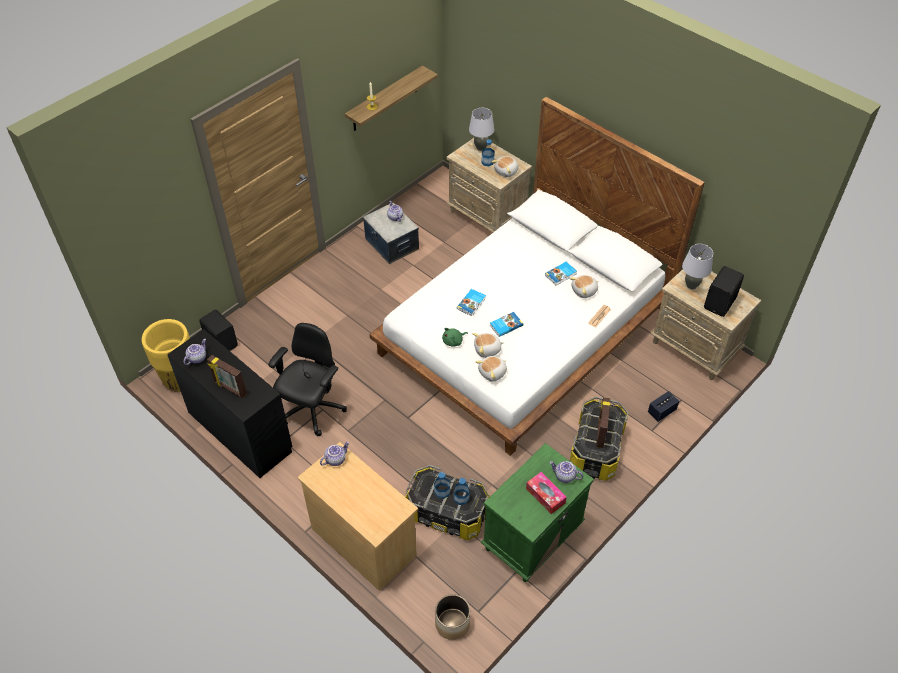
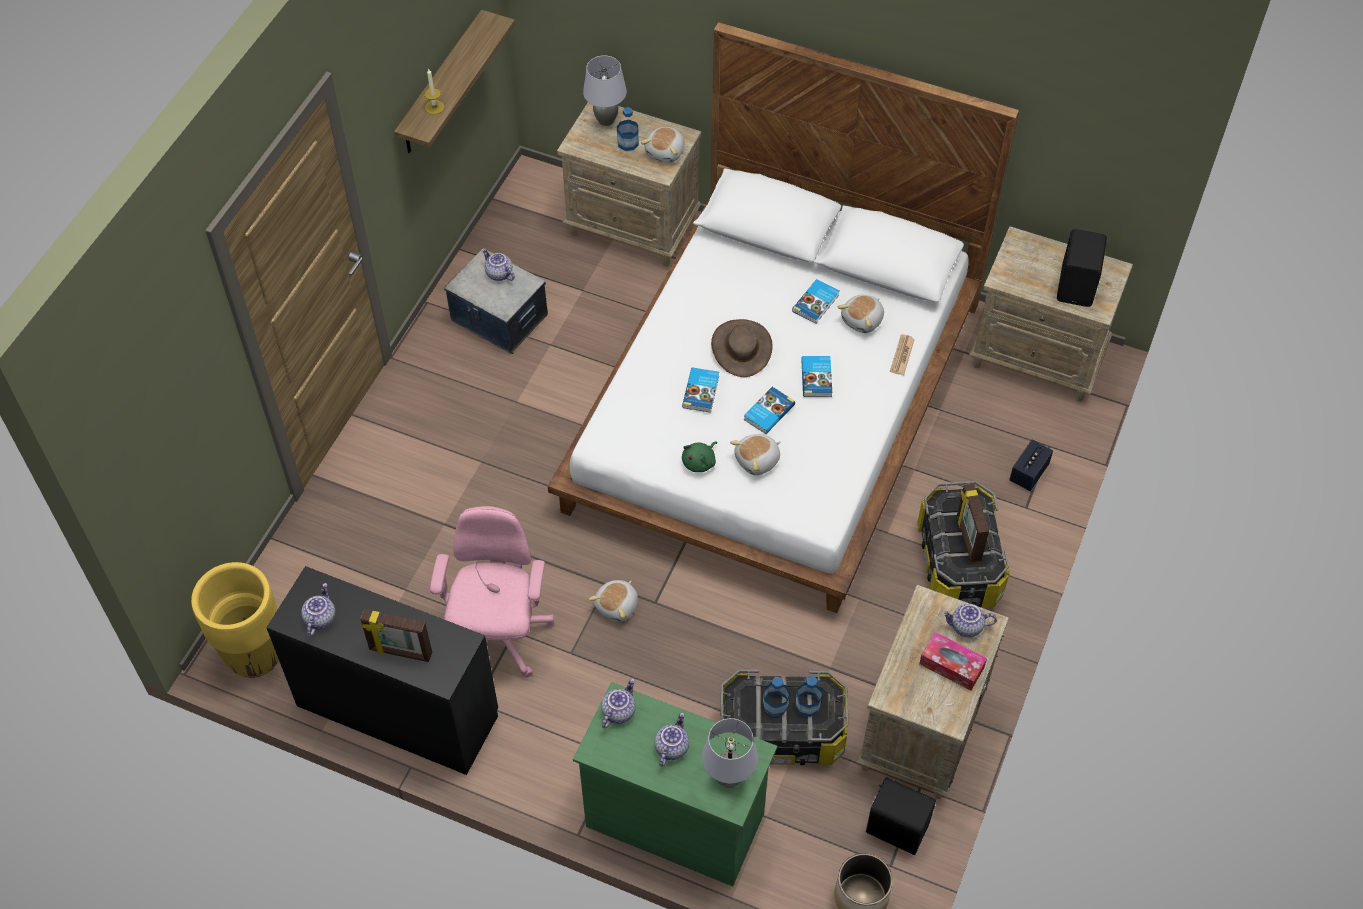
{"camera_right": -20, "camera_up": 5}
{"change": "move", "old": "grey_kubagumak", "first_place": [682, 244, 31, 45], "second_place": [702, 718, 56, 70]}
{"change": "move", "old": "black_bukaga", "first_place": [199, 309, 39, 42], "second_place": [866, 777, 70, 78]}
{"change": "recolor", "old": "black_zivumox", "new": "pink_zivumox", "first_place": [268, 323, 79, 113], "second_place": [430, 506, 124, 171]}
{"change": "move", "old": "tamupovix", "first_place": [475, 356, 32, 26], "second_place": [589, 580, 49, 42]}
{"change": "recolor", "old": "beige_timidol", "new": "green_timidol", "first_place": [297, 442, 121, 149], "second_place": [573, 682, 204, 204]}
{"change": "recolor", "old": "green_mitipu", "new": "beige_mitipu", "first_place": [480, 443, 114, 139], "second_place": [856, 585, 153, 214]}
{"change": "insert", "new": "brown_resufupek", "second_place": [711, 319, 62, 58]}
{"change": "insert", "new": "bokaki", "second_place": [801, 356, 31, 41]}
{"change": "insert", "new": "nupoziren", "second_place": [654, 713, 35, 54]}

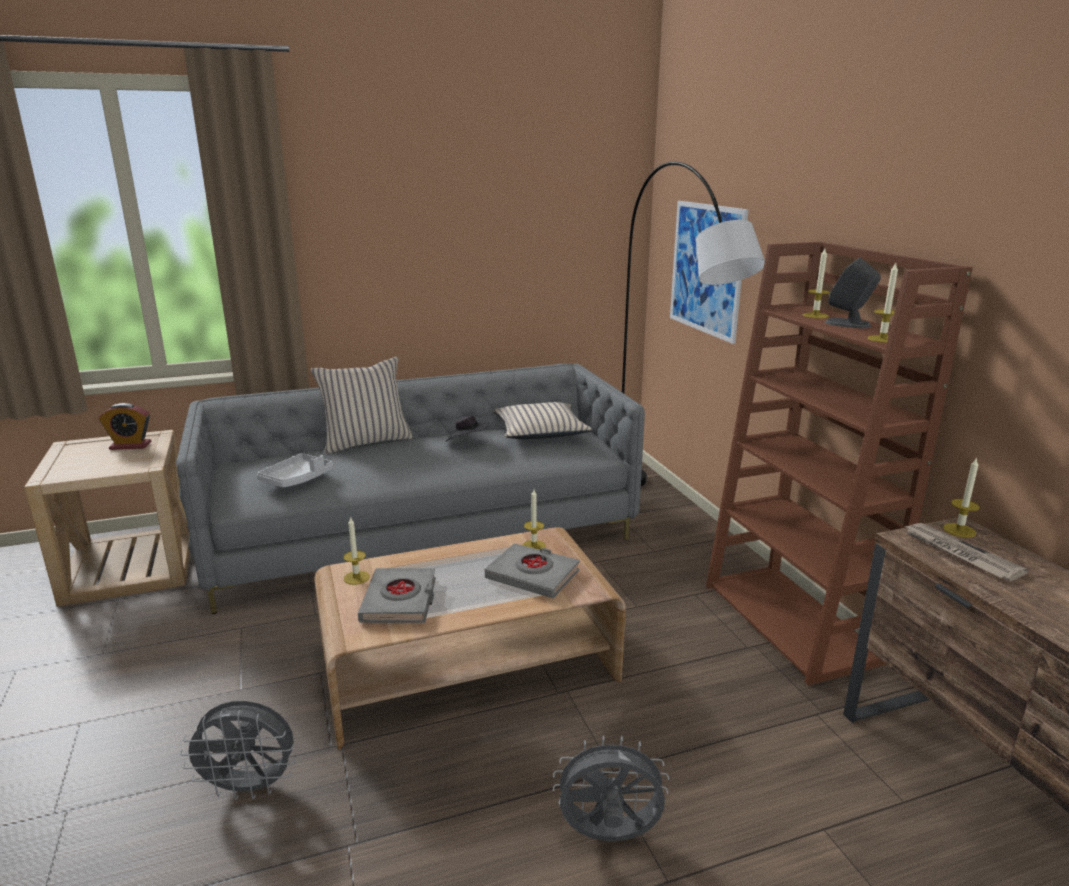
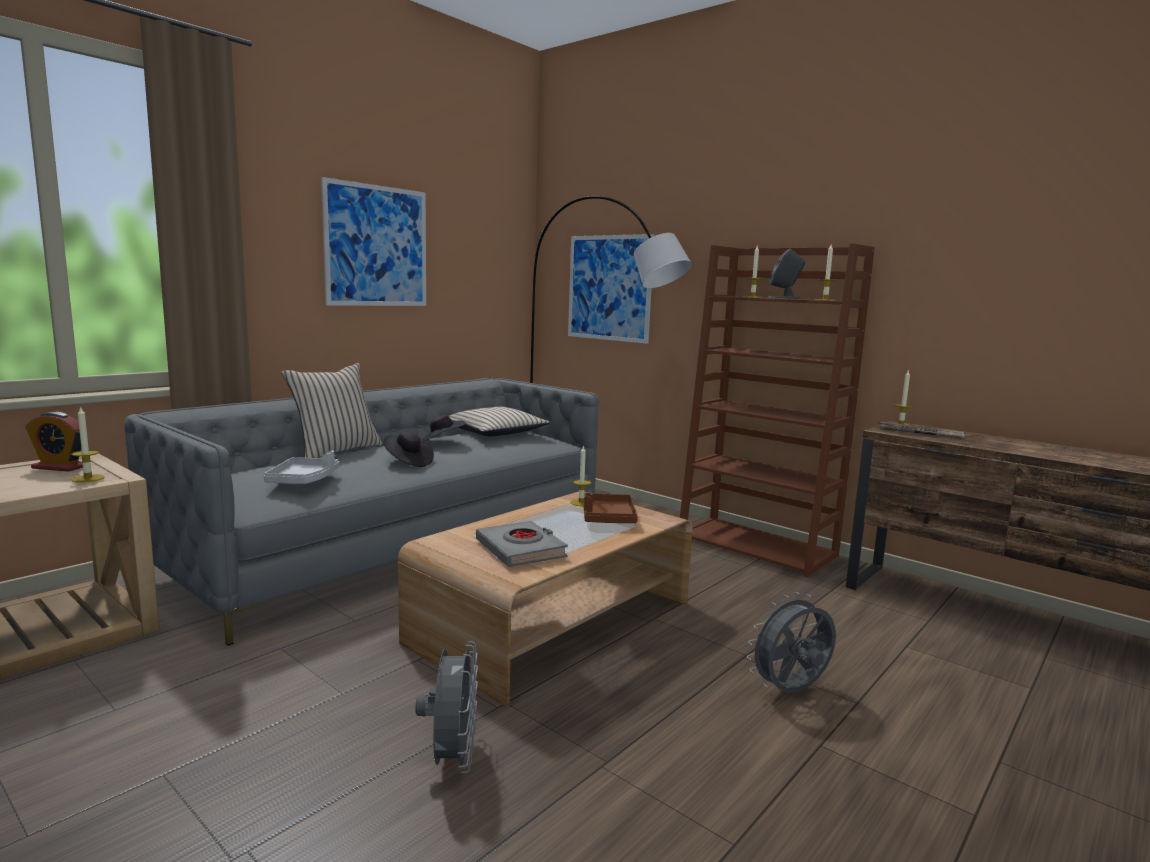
{"camera_right": -30, "camera_up": -10}
{"change": "rotate", "old": "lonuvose", "first_place": [99, 403, 52, 47], "second_place": [25, 412, 58, 60], "degrees": 45}
{"change": "move", "old": "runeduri", "first_place": [343, 516, 27, 69], "second_place": [71, 406, 34, 77]}
{"change": "replace", "old": "grey_bokaki", "new": "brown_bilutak", "first_place": [485, 543, 95, 55], "second_place": [584, 492, 54, 31]}
{"change": "rotate", "old": "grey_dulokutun", "first_place": [180, 701, 116, 99], "second_place": [415, 641, 63, 132], "degrees": -60}
{"change": "insert", "new": "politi", "second_place": [321, 177, 105, 129]}
{"change": "insert", "new": "black_resufupek", "second_place": [383, 431, 51, 36]}

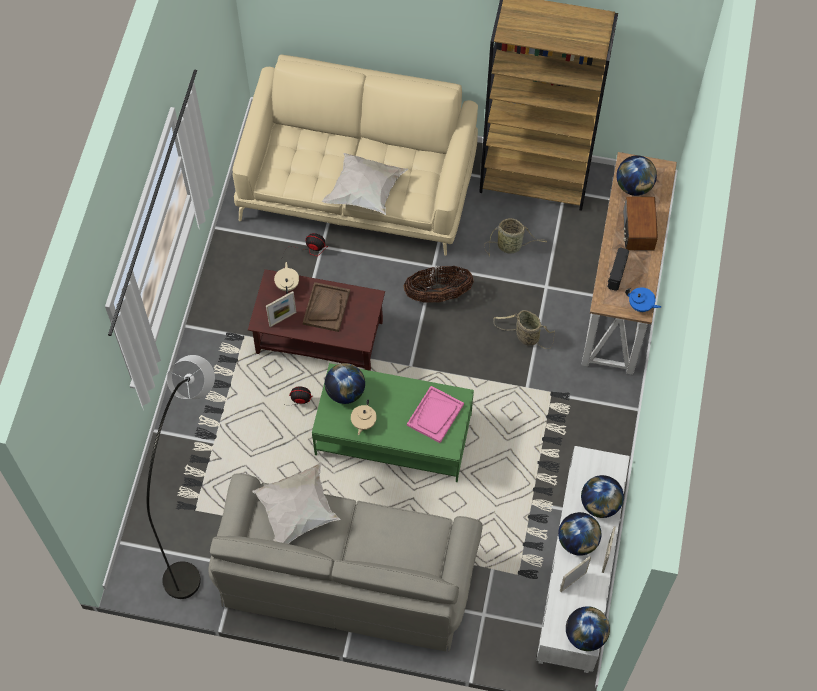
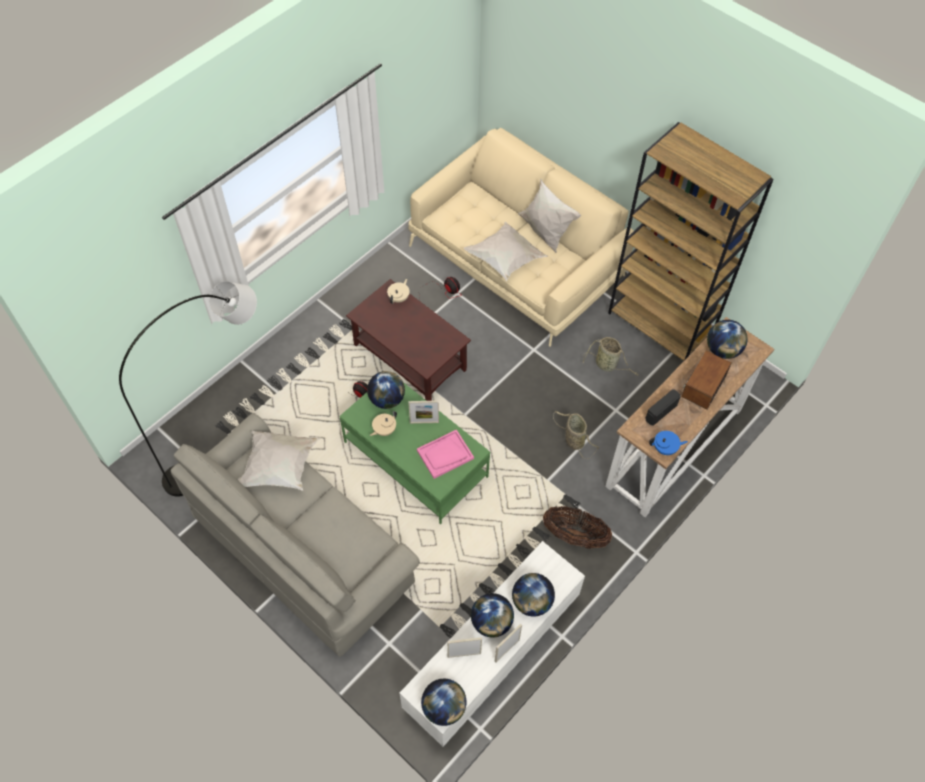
{"camera_right": 30, "camera_up": -5}
{"change": "move", "old": "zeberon", "first_place": [404, 266, 70, 37], "second_place": [543, 506, 69, 43]}
{"change": "delete", "old": "brown_bilutak", "first_place": [303, 282, 47, 50]}
{"change": "rotate", "old": "blue_nupoziren", "first_place": [625, 287, 36, 25], "second_place": [649, 431, 39, 24], "degrees": -60}
{"change": "move", "old": "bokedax", "first_place": [266, 291, 30, 36], "second_place": [408, 400, 31, 24]}
{"change": "insert", "new": "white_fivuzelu", "second_place": [518, 179, 63, 74]}

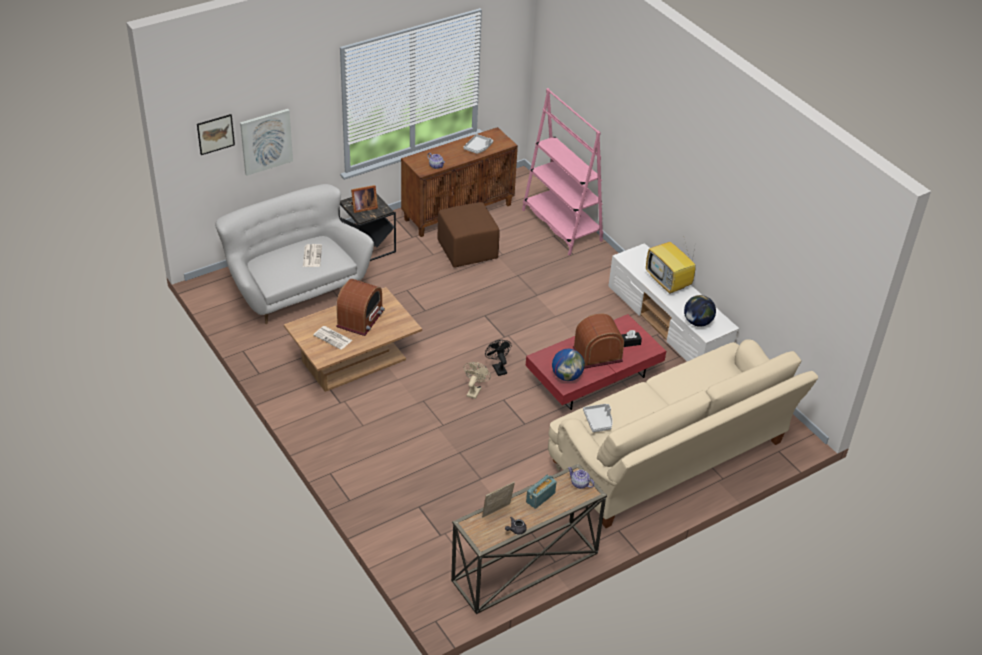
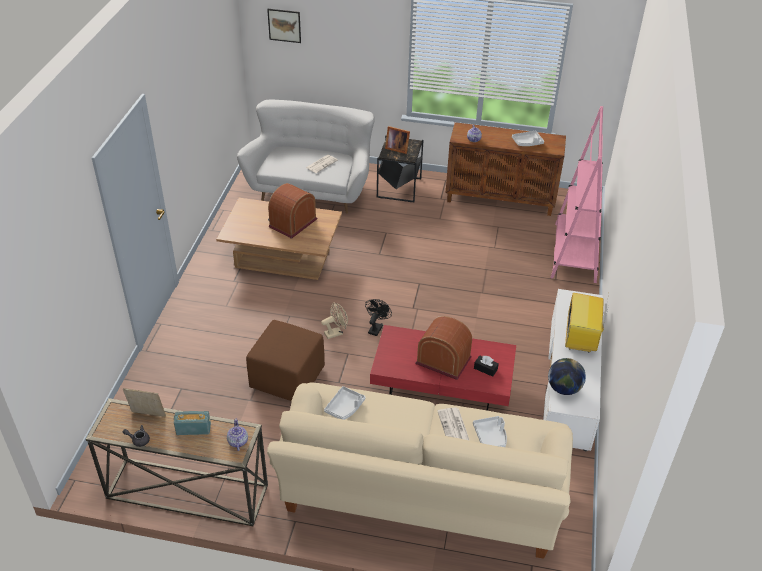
{"camera_right": 45, "camera_up": 0}
{"change": "delete", "old": "politi", "first_place": [240, 109, 53, 67]}
{"change": "move", "old": "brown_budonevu", "first_place": [438, 202, 62, 66], "second_place": [246, 320, 79, 81]}
{"change": "rotate", "old": "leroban", "first_place": [336, 279, 49, 57], "second_place": [268, 183, 49, 56], "degrees": 150}
{"change": "move", "old": "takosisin", "first_place": [313, 326, 39, 24], "second_place": [437, 407, 33, 34]}
{"change": "delete", "old": "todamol", "first_place": [552, 349, 33, 32]}
{"change": "insert", "new": "grey_bilutak", "second_place": [473, 416, 34, 31]}

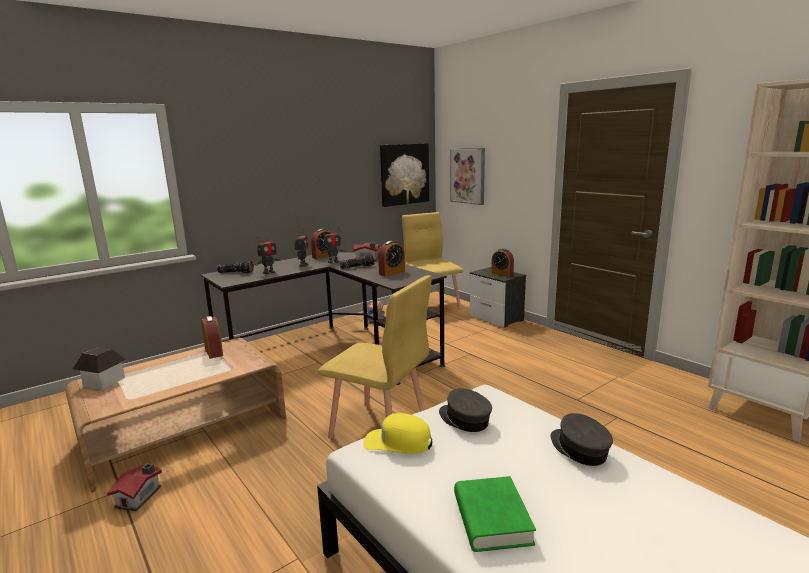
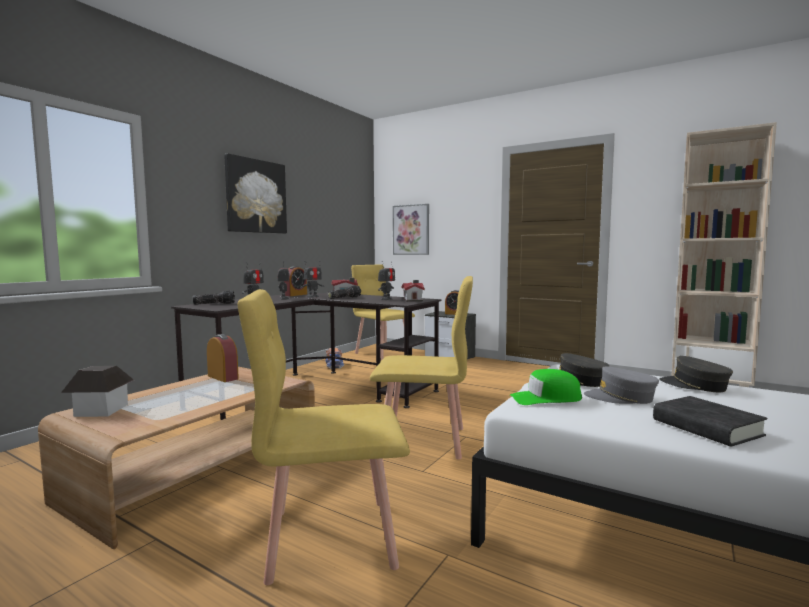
{"camera_right": -20, "camera_up": -10}
{"change": "move", "old": "politi", "first_place": [380, 143, 49, 64], "second_place": [224, 153, 63, 81]}
{"change": "replace", "old": "lonuvose", "new": "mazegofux", "first_place": [378, 241, 27, 35], "second_place": [378, 261, 17, 39]}
{"change": "recolor", "old": "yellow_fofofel", "new": "green_fofofel", "first_place": [363, 413, 69, 41], "second_place": [510, 369, 72, 36]}
{"change": "move", "old": "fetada", "first_place": [107, 463, 55, 48], "second_place": [401, 280, 24, 22]}
{"change": "recolor", "old": "green_bokaki", "new": "black_bokaki", "first_place": [454, 476, 82, 76], "second_place": [653, 396, 115, 51]}
{"change": "insert", "new": "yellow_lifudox", "second_place": [238, 289, 172, 296]}
{"change": "insert", "new": "grey_fofofel", "second_place": [584, 366, 75, 38]}

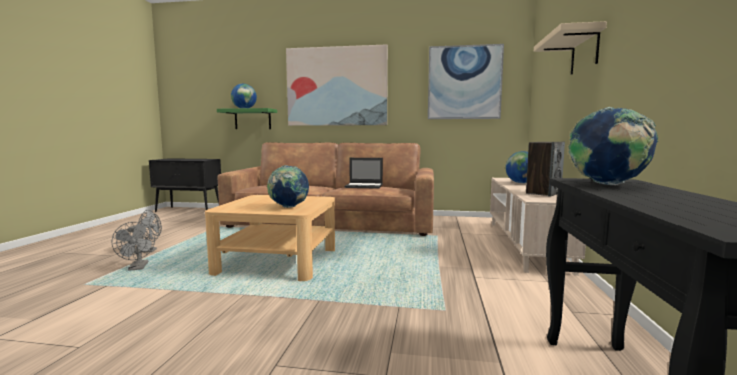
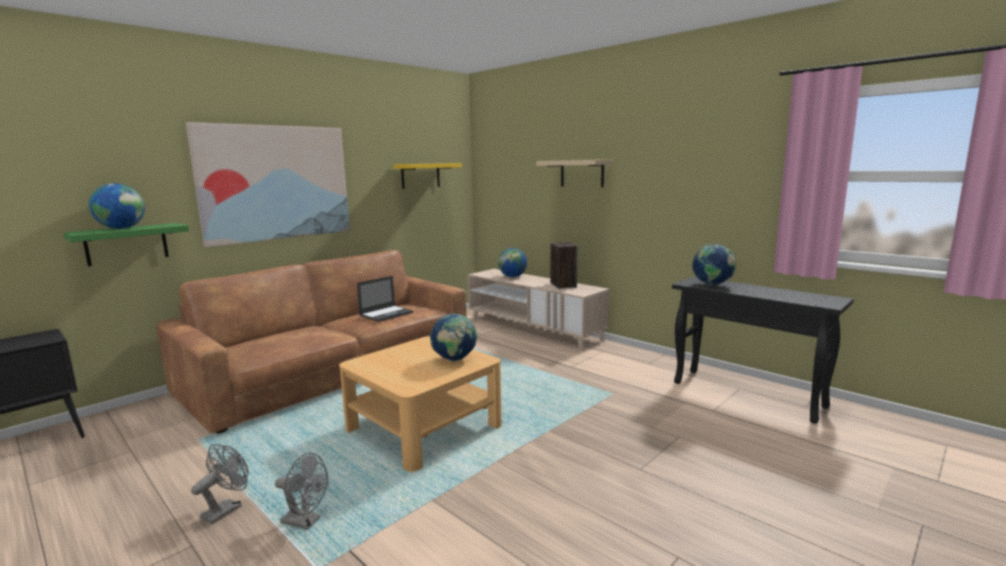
{"camera_right": -55, "camera_up": 5}
{"change": "replace", "old": "politi", "new": "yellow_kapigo", "first_place": [428, 44, 76, 75], "second_place": [393, 163, 69, 26]}

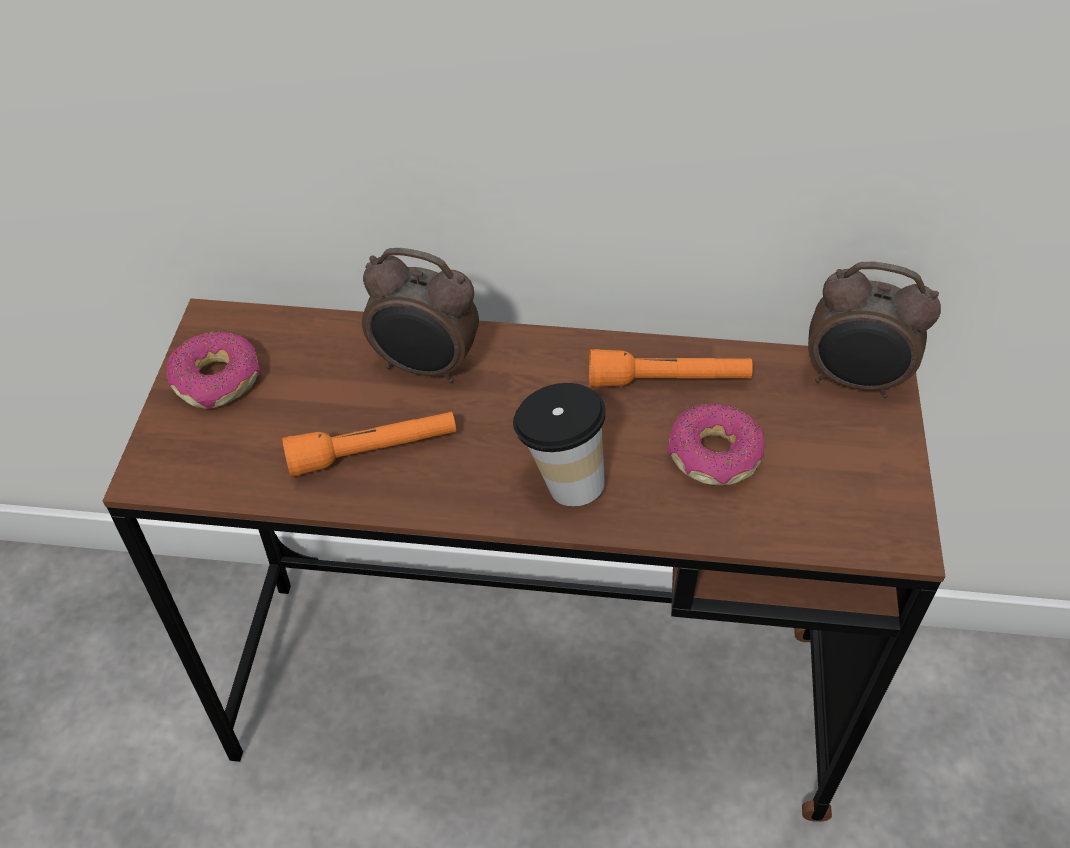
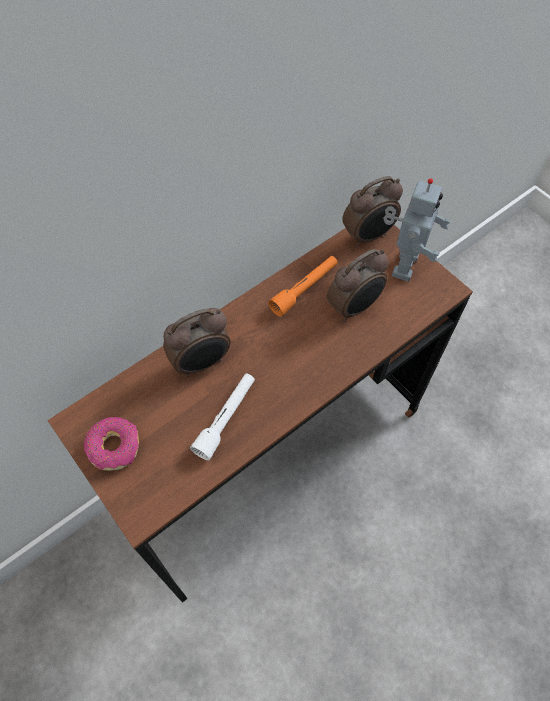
{"camera_right": -45, "camera_up": 10}
{"change": "delete", "old": "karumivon", "first_place": [513, 383, 93, 124]}
{"change": "replace", "old": "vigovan", "new": "lonuvose", "first_place": [668, 403, 97, 82], "second_place": [327, 249, 61, 73]}
{"change": "recolor", "old": "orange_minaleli", "new": "white_minaleli", "first_place": [282, 411, 174, 66], "second_place": [190, 373, 65, 88]}
{"change": "insert", "new": "mazegofux", "second_place": [383, 178, 68, 104]}

